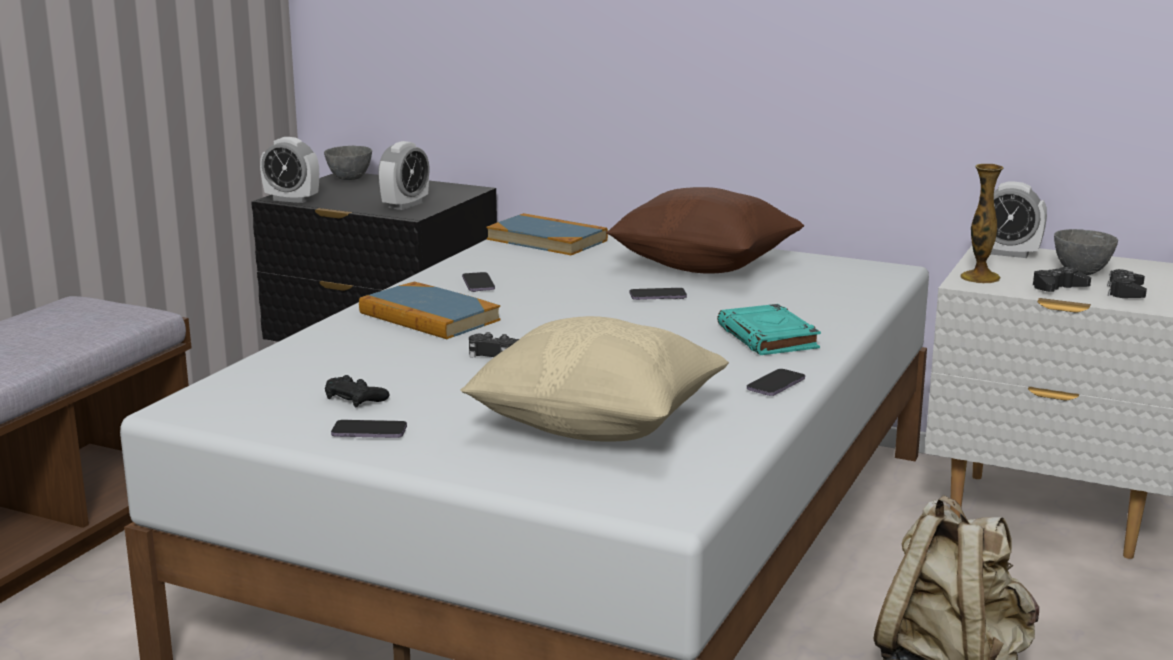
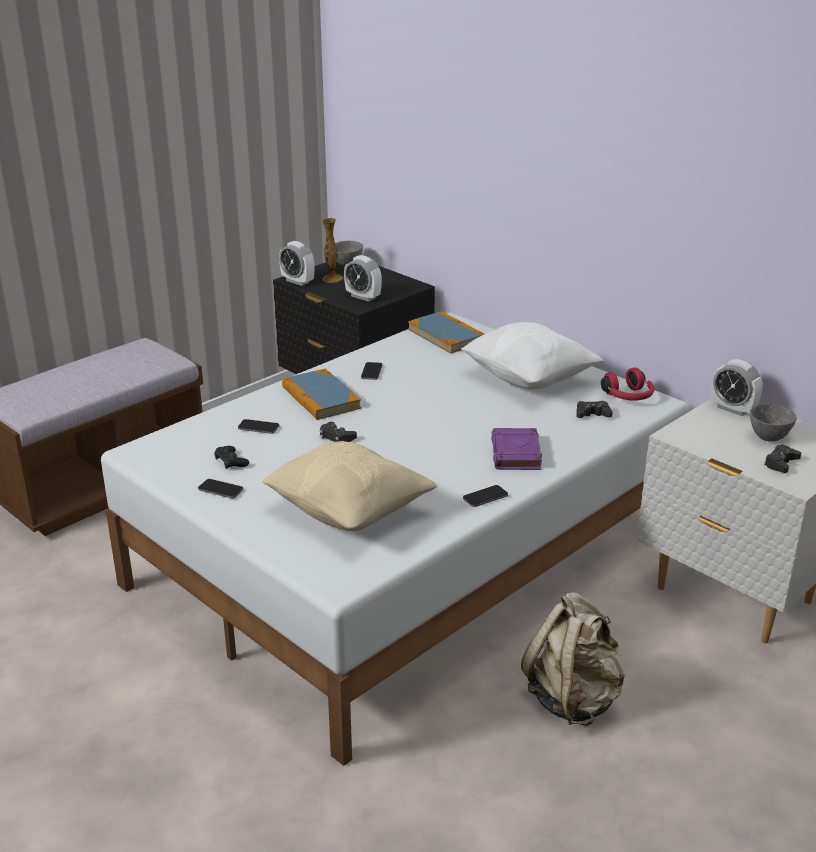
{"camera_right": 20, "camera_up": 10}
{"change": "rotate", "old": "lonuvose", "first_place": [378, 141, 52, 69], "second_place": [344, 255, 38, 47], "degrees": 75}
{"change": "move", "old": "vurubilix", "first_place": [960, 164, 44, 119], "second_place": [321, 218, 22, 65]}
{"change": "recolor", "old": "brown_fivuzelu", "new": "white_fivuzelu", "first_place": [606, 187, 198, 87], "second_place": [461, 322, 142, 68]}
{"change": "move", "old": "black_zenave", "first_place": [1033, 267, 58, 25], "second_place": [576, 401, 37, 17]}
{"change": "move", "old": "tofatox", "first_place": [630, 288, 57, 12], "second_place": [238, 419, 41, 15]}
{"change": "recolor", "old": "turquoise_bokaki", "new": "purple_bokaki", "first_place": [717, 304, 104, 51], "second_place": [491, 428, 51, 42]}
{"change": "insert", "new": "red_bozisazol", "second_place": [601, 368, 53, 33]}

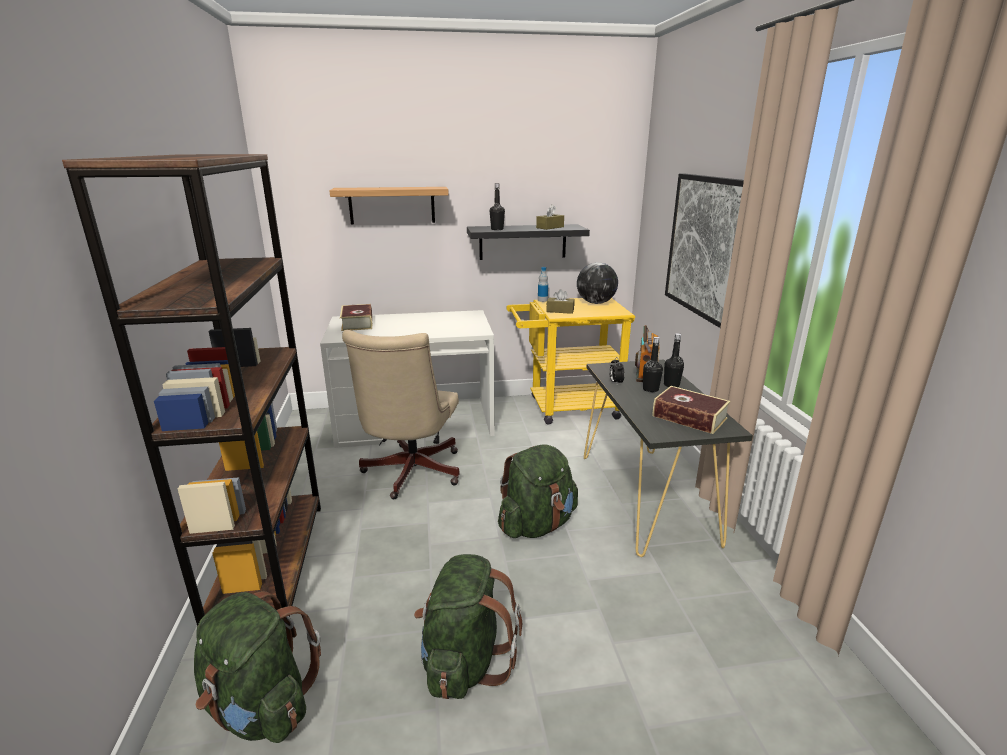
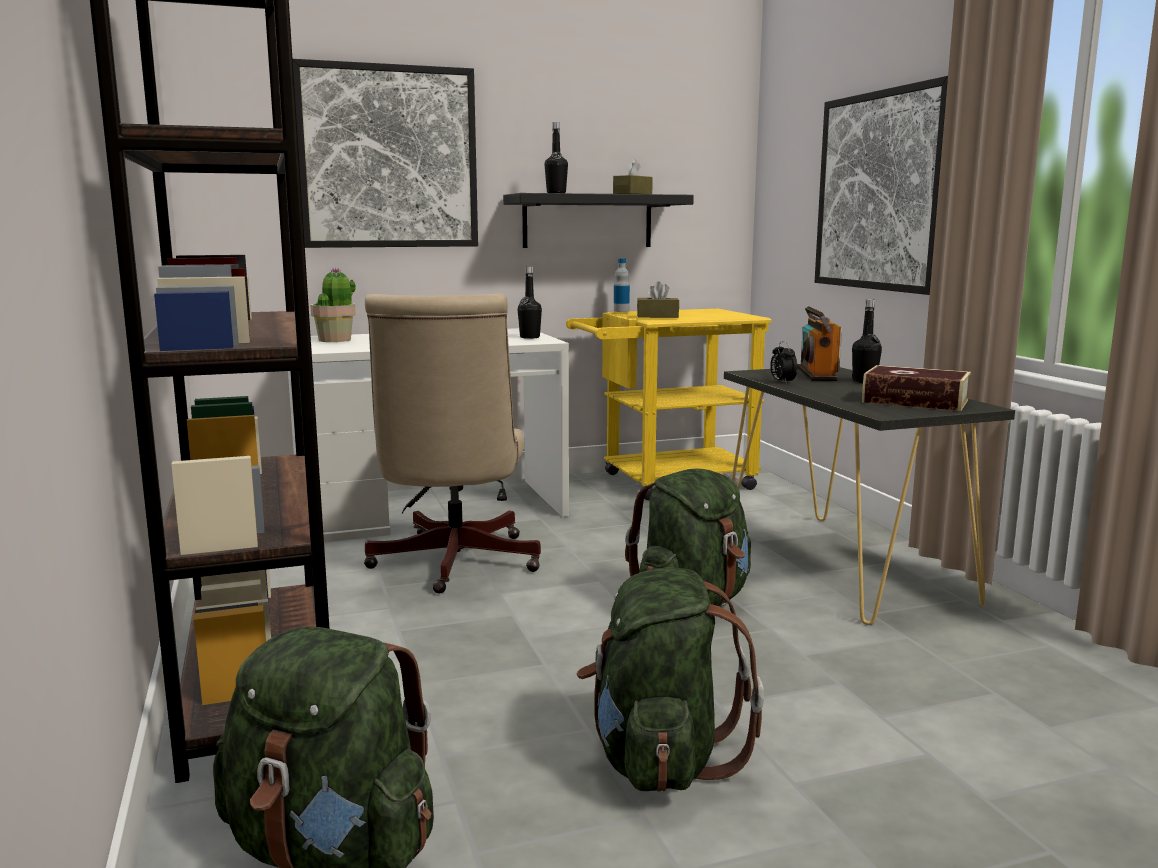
{"camera_right": -10, "camera_up": -10}
{"change": "replace", "old": "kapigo", "new": "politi", "first_place": [329, 187, 120, 37], "second_place": [293, 59, 185, 189]}
{"change": "delete", "old": "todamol", "first_place": [577, 262, 41, 42]}
{"change": "replace", "old": "bokaki", "new": "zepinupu", "first_place": [340, 304, 32, 27], "second_place": [310, 268, 46, 74]}
{"change": "move", "old": "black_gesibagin", "first_place": [643, 337, 20, 55], "second_place": [517, 267, 25, 72]}

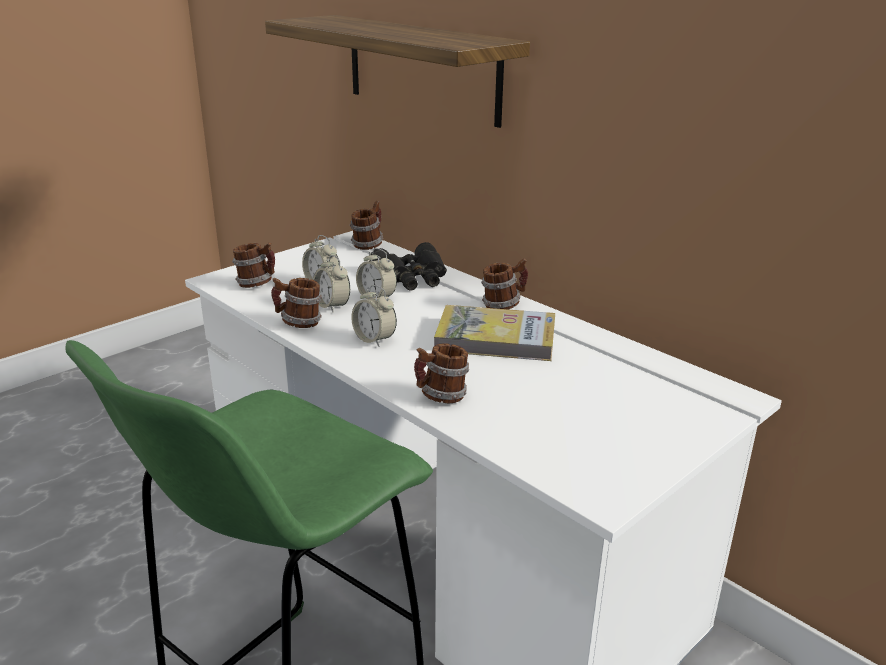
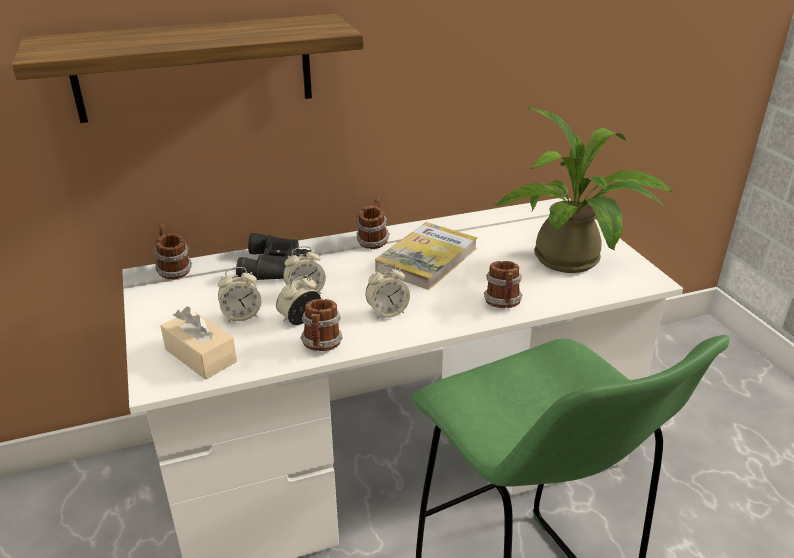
{"camera_right": -65, "camera_up": 5}
{"change": "replace", "old": "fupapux", "new": "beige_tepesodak", "first_place": [232, 242, 43, 46], "second_place": [161, 307, 76, 73]}
{"change": "rotate", "old": "lonuvose", "first_place": [313, 255, 37, 57], "second_place": [276, 275, 45, 50], "degrees": 150}
{"change": "insert", "new": "zepinupu", "second_place": [494, 107, 179, 166]}

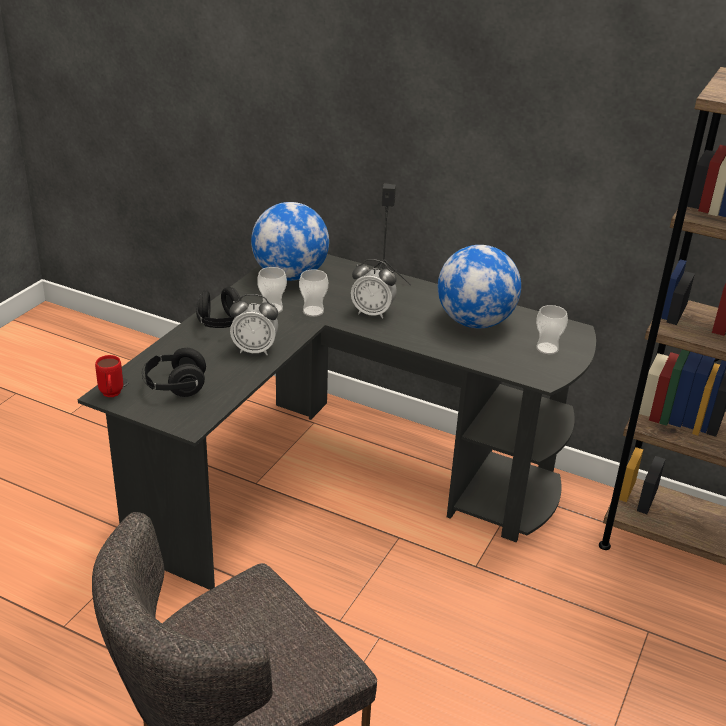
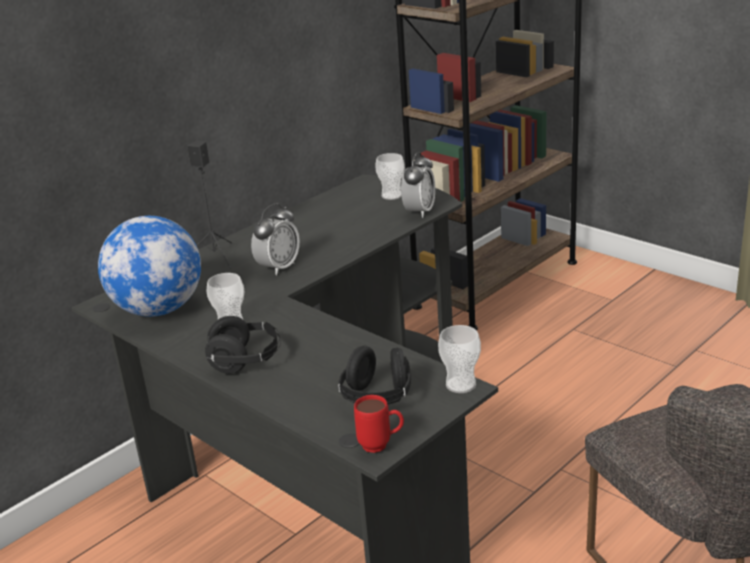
{"camera_right": -70, "camera_up": -5}
{"change": "delete", "old": "todamol", "first_place": [438, 245, 83, 83]}
{"change": "move", "old": "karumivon", "first_place": [299, 269, 29, 48], "second_place": [438, 325, 43, 68]}
{"change": "move", "old": "lonuvose", "first_place": [229, 294, 49, 61], "second_place": [401, 152, 34, 66]}

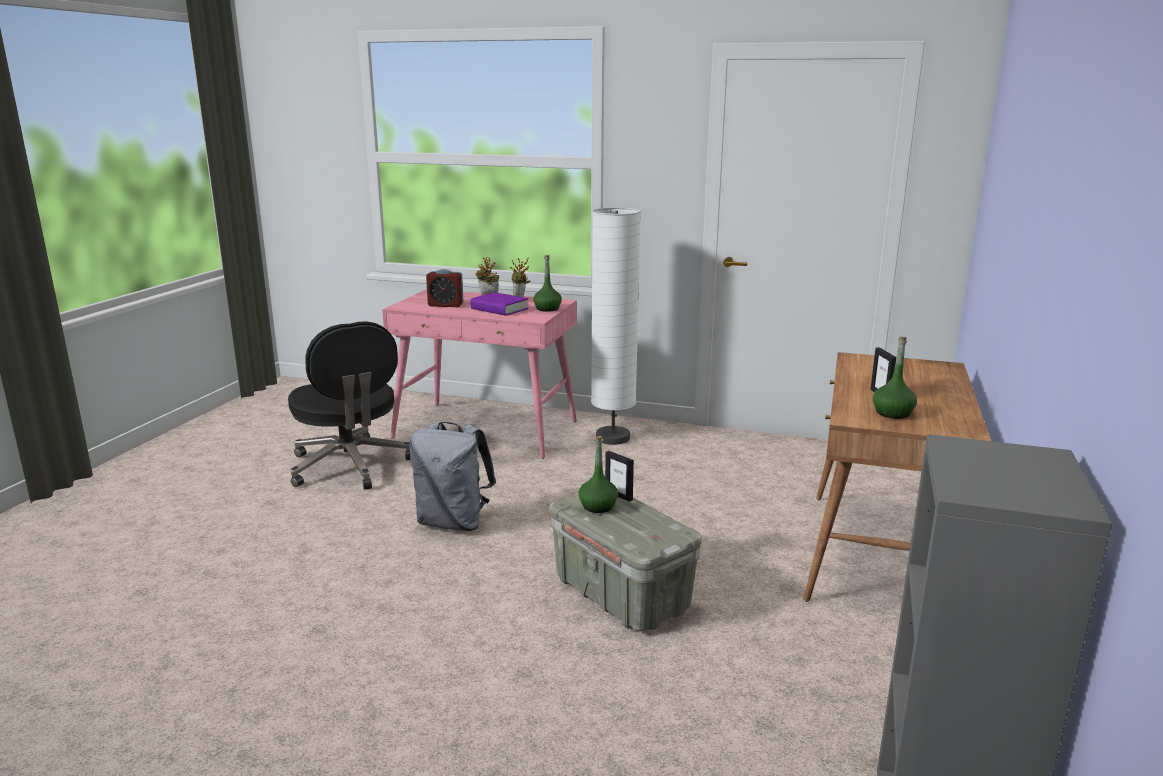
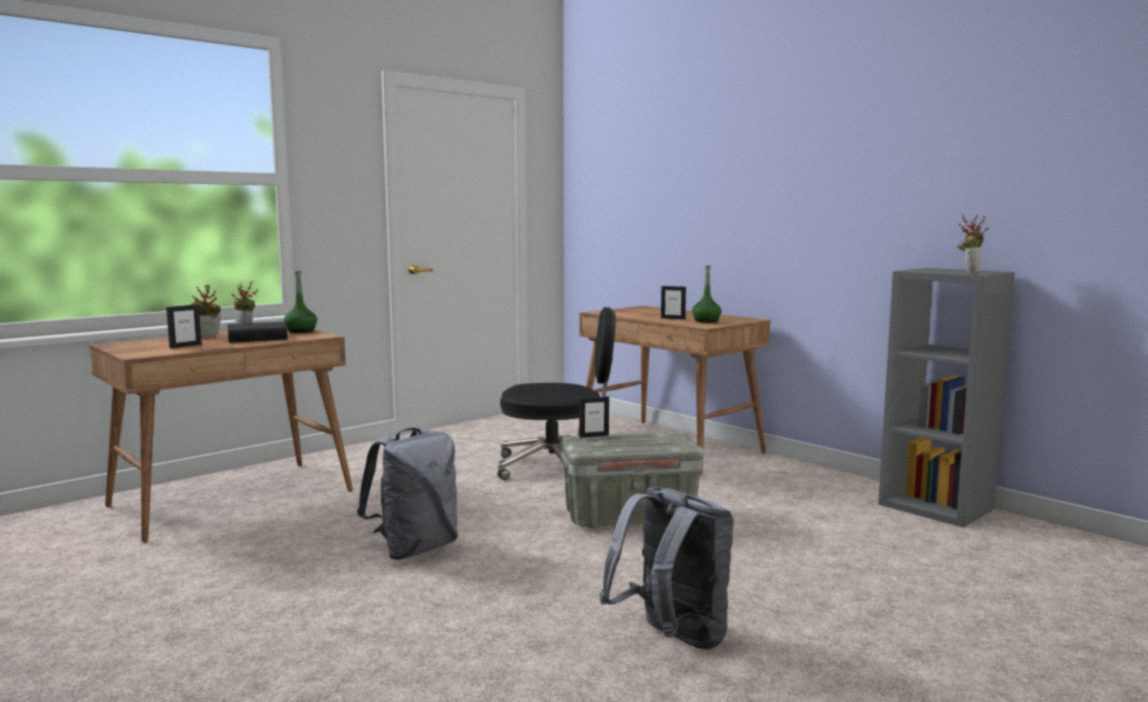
{"camera_right": -60, "camera_up": -10}
{"change": "delete", "old": "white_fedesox", "first_place": [591, 207, 50, 238]}
{"change": "replace", "old": "lonuvose", "new": "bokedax", "first_place": [426, 269, 38, 38], "second_place": [166, 304, 36, 44]}
{"change": "recolor", "old": "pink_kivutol", "new": "brown_kivutol", "first_place": [382, 289, 195, 170], "second_place": [90, 330, 263, 212]}
{"change": "recolor", "old": "purple_bokaki", "new": "black_bokaki", "first_place": [470, 292, 59, 24], "second_place": [227, 322, 61, 21]}
{"change": "move", "old": "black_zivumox", "first_place": [288, 322, 123, 168], "second_place": [498, 307, 118, 173]}
{"change": "delete", "old": "green_gesibagin", "first_place": [579, 436, 39, 77]}
{"change": "insert", "new": "zepinupu", "second_place": [957, 213, 32, 61]}
{"change": "insert", "new": "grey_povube", "second_place": [599, 487, 135, 163]}

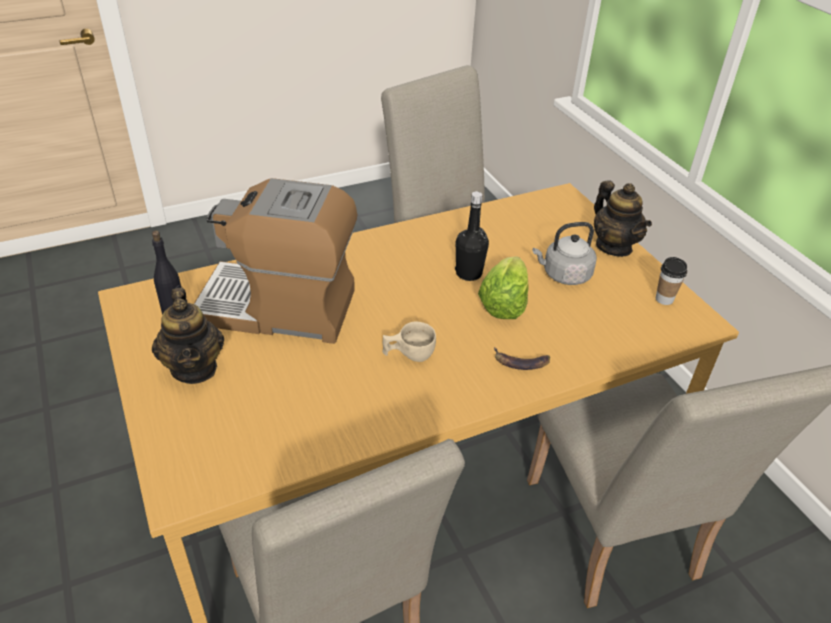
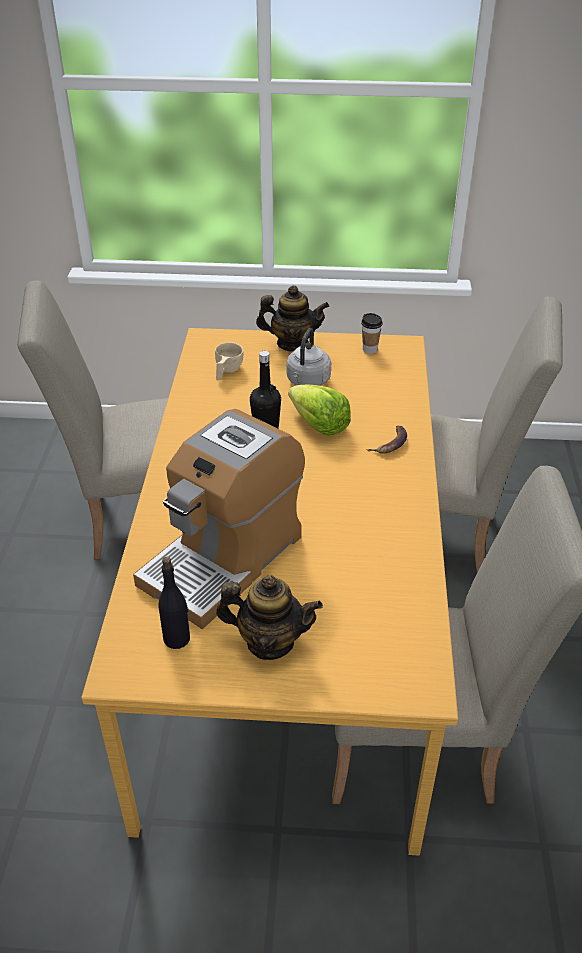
{"camera_right": -60, "camera_up": 0}
{"change": "move", "old": "beige_karumivon", "first_place": [382, 321, 54, 41], "second_place": [215, 342, 29, 38]}

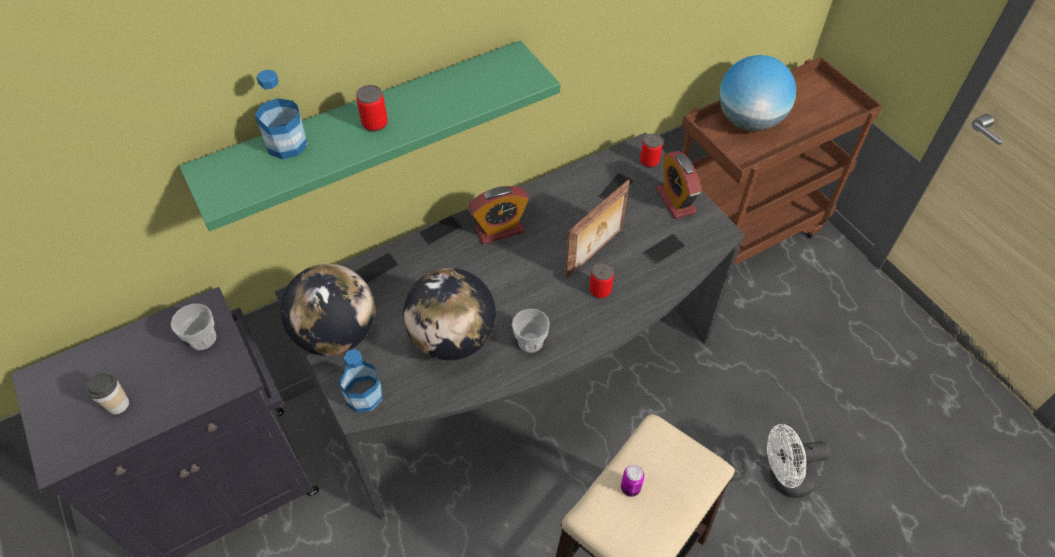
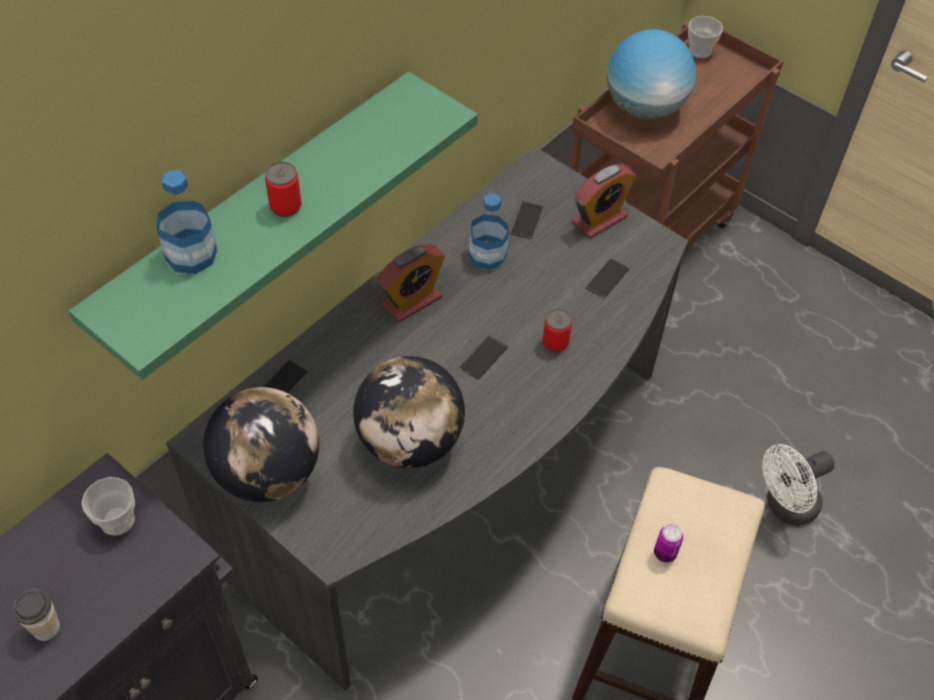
{"camera_right": -20, "camera_up": 0}
{"change": "delete", "old": "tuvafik", "first_place": [640, 134, 23, 34]}
{"change": "rotate", "old": "lonuvose", "first_place": [657, 151, 45, 68], "second_place": [572, 164, 64, 75], "degrees": -90}
{"change": "delete", "old": "bokedax", "first_place": [565, 180, 65, 98]}
{"change": "move", "old": "tofatox", "first_place": [418, 215, 45, 30], "second_place": [459, 335, 49, 45]}
{"change": "move", "old": "karumivon", "first_place": [512, 309, 38, 44], "second_place": [688, 16, 35, 42]}
{"change": "move", "old": "gesibagin", "first_place": [339, 349, 43, 64], "second_place": [468, 193, 41, 77]}

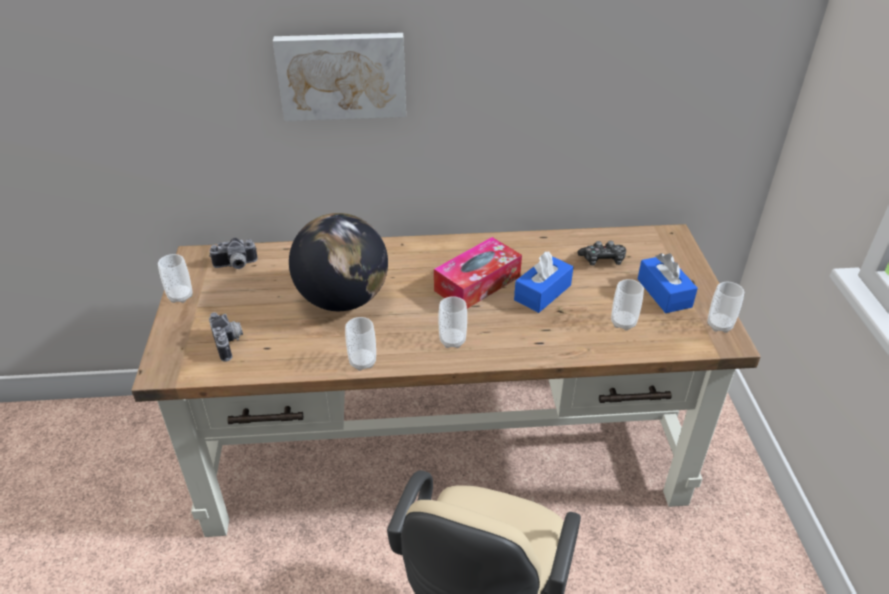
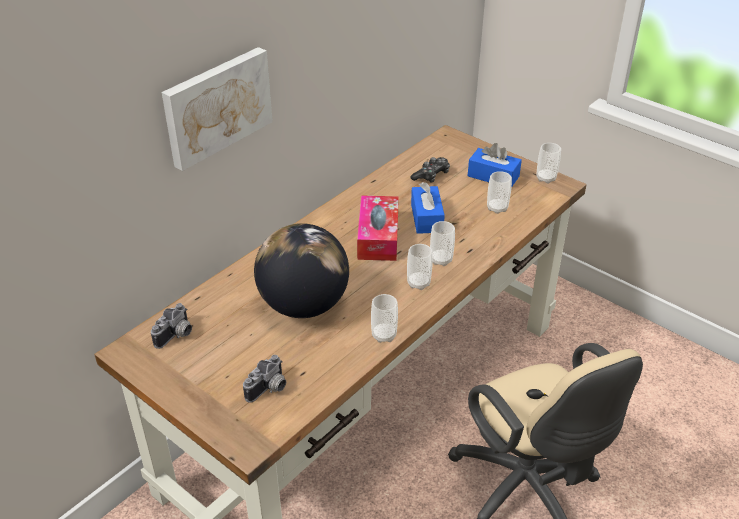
{"camera_right": -45, "camera_up": 0}
{"change": "move", "old": "karumivon", "first_place": [158, 254, 35, 49], "second_place": [430, 221, 25, 45]}
{"change": "rotate", "old": "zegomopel", "first_place": [209, 312, 34, 50], "second_place": [243, 355, 43, 48], "degrees": 105}

